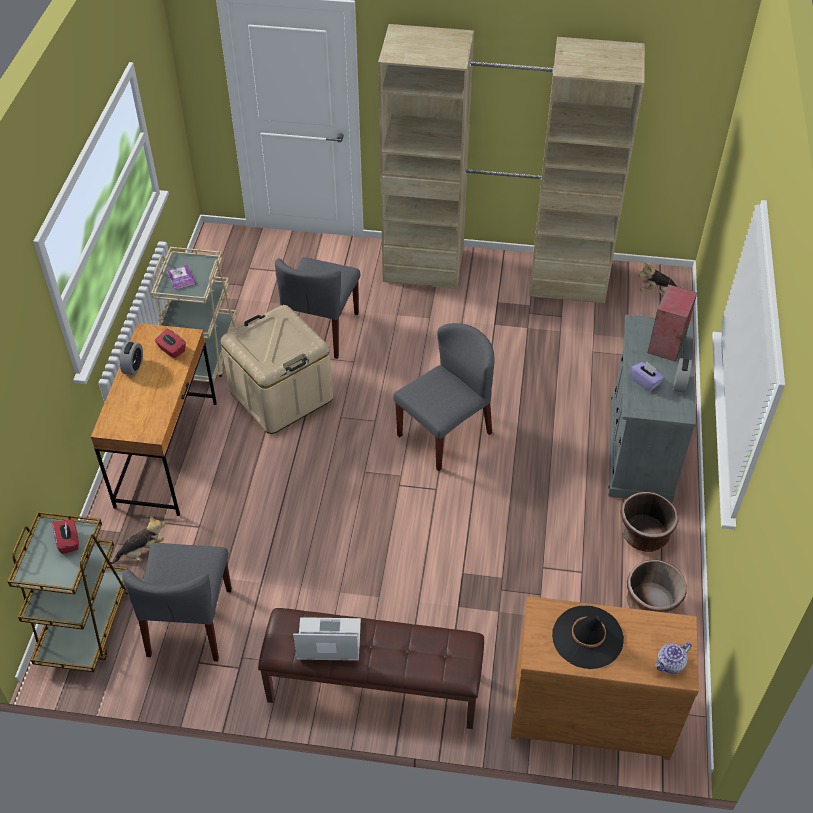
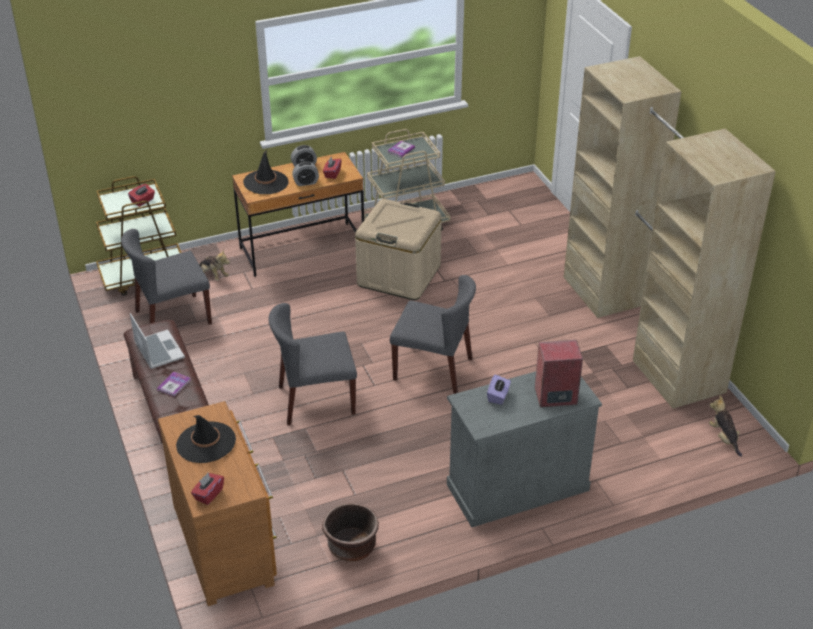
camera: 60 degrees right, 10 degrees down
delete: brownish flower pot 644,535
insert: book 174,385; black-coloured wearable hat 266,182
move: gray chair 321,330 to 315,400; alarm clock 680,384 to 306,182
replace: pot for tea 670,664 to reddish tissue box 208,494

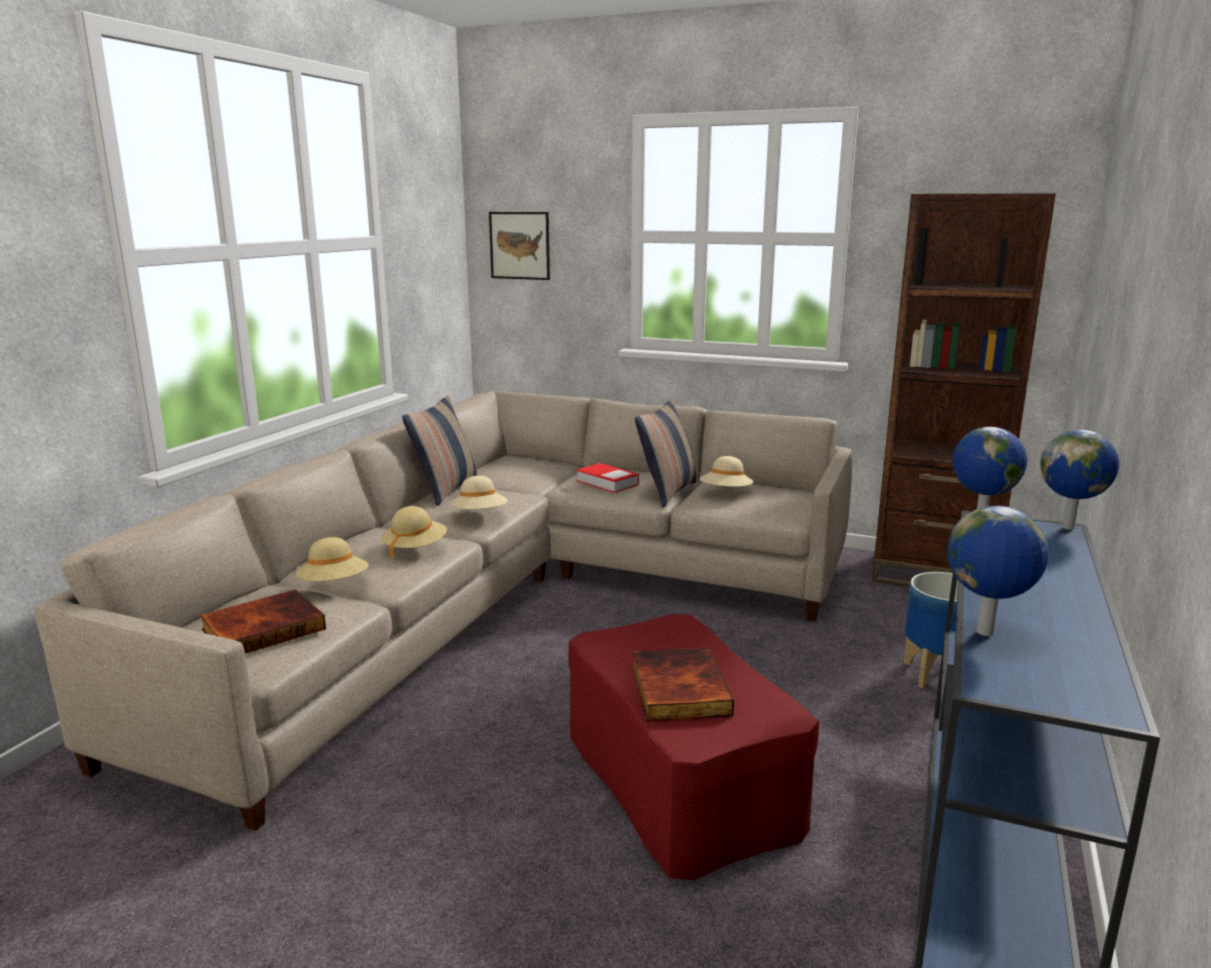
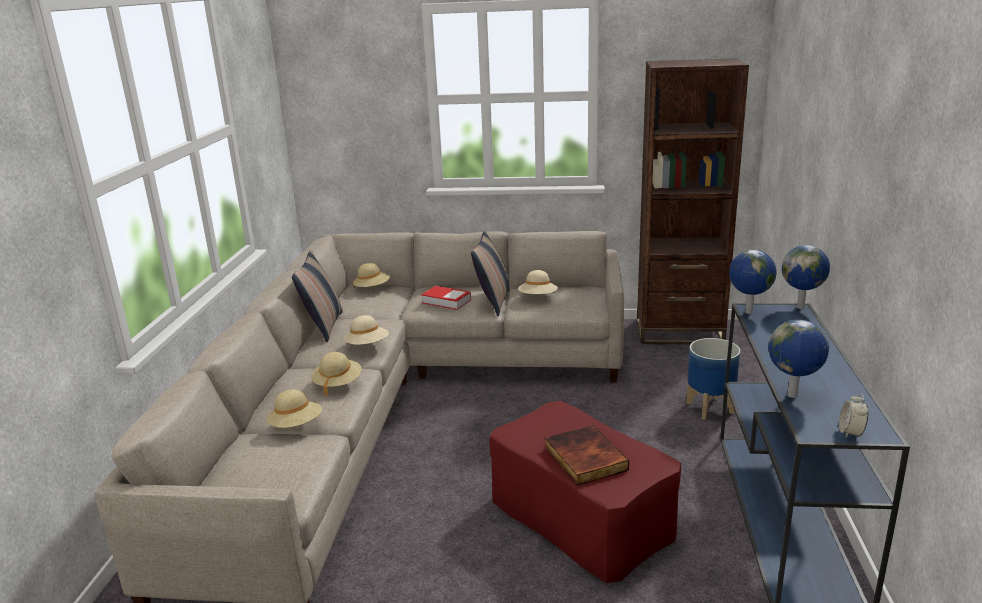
camera: 15 degrees left, 5 degrees up
delete: book 264,628; wall picture 520,245
insert: beige-coloured wearable hat 372,288; alarm clock 850,433

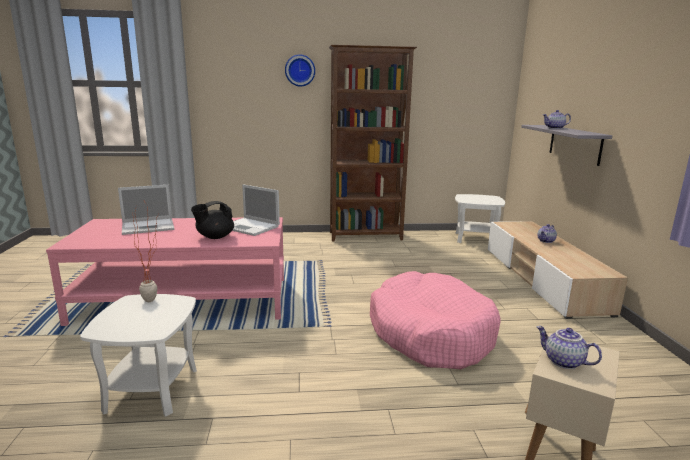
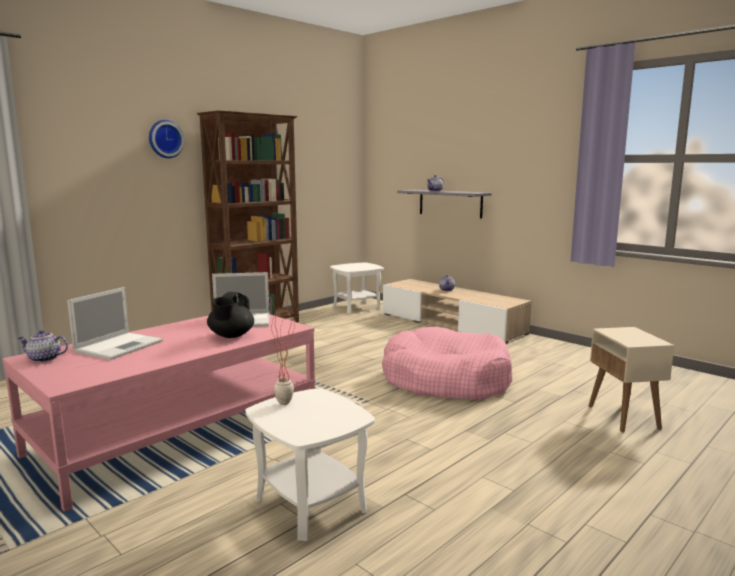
camera: 40 degrees left, 5 degrees down
move: pot for tea 563,362 to 43,359

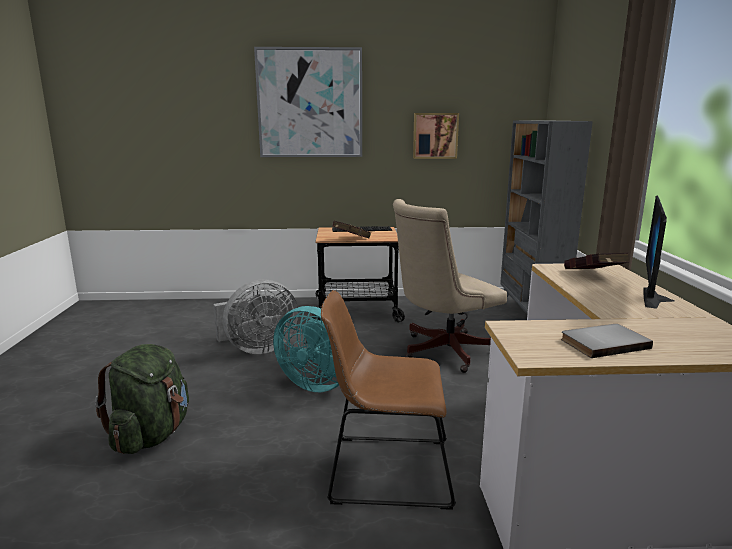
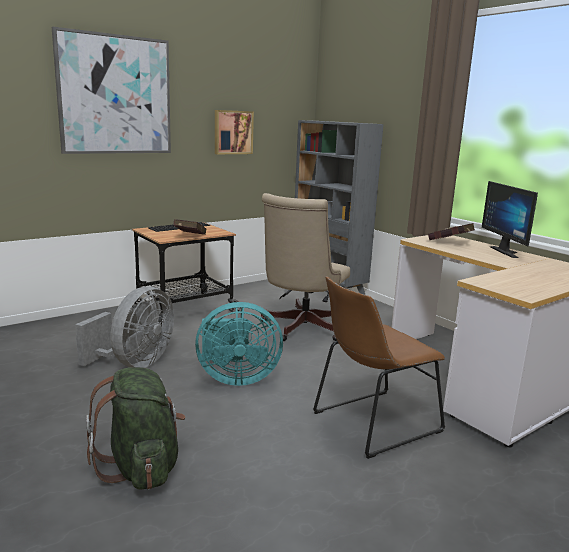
camera: 35 degrees left, 0 degrees up
delete: gray book 602,343

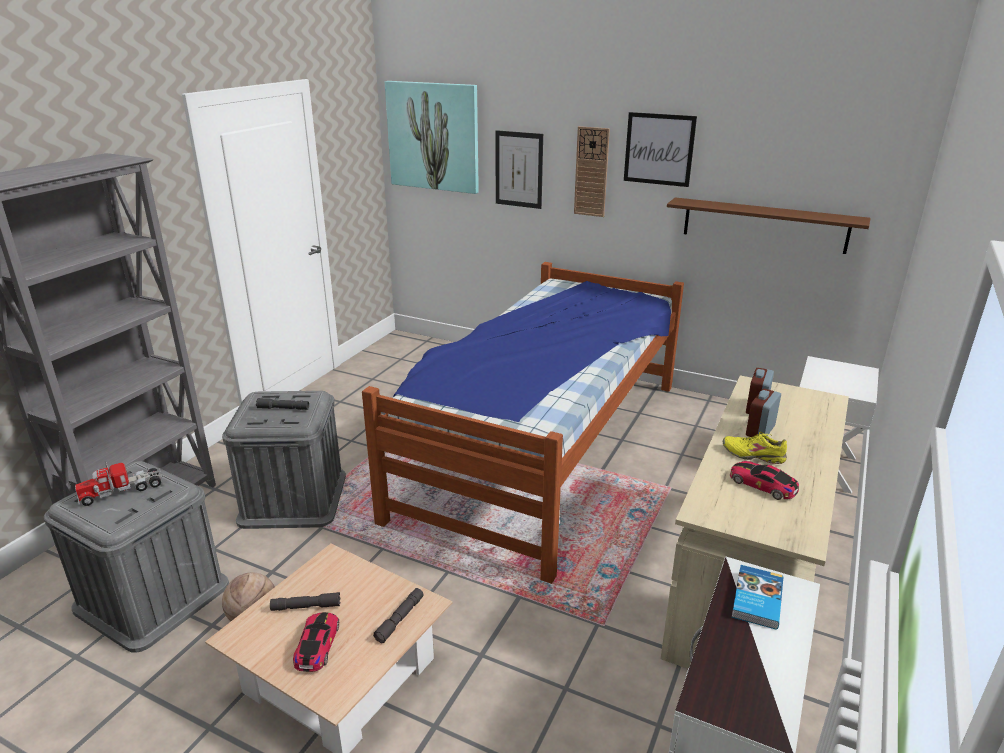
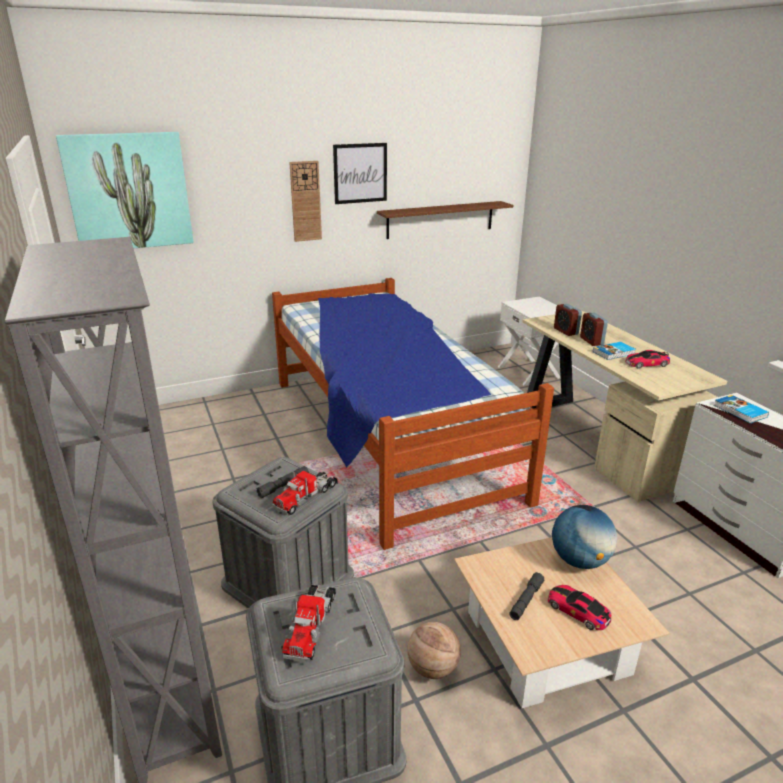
camera: 50 degrees left, 0 degrees up
delete: wall picture 519,169
insert: model truck 306,496
replace: gray flashlight 400,619 to desk globe 579,560; yellow item of footwear 753,455 to book 614,353

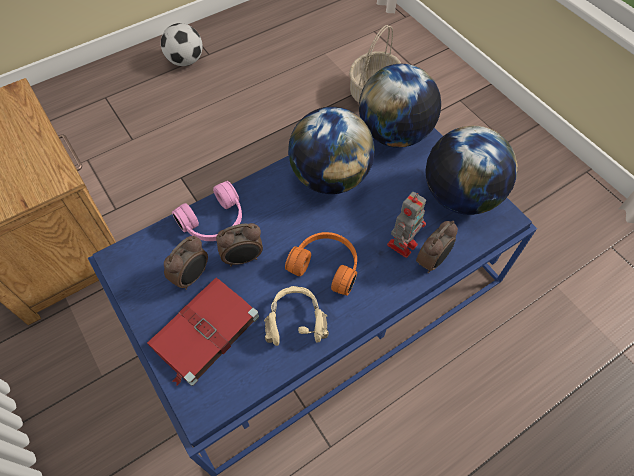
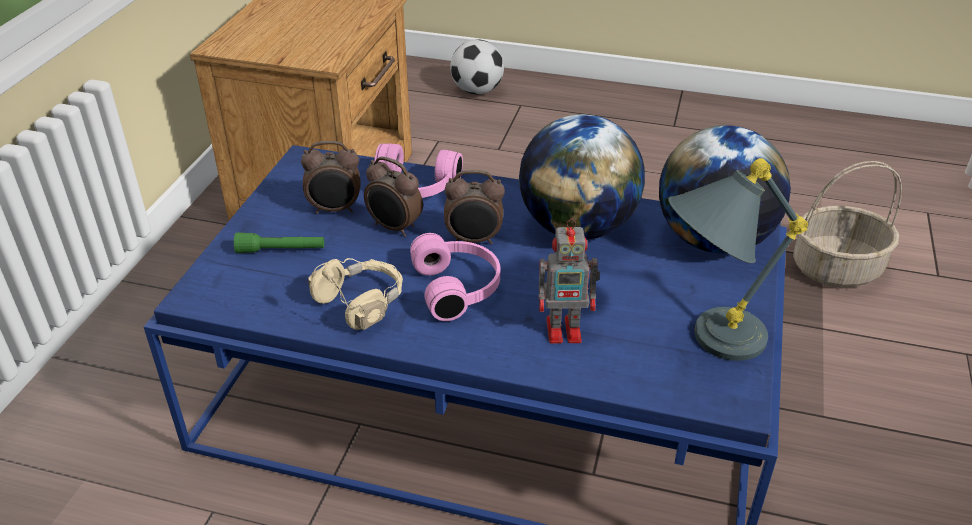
camera: 50 degrees right, 20 degrees down
move: football ball 185,61 to 477,91; alarm clock 432,261 to 474,240
replace: reddish book 203,332 to green flashlight 281,250; desk globe 459,196 to gray lamp for a table 705,341
recolor: orange headset 326,265 to pink-coloured headset 459,287

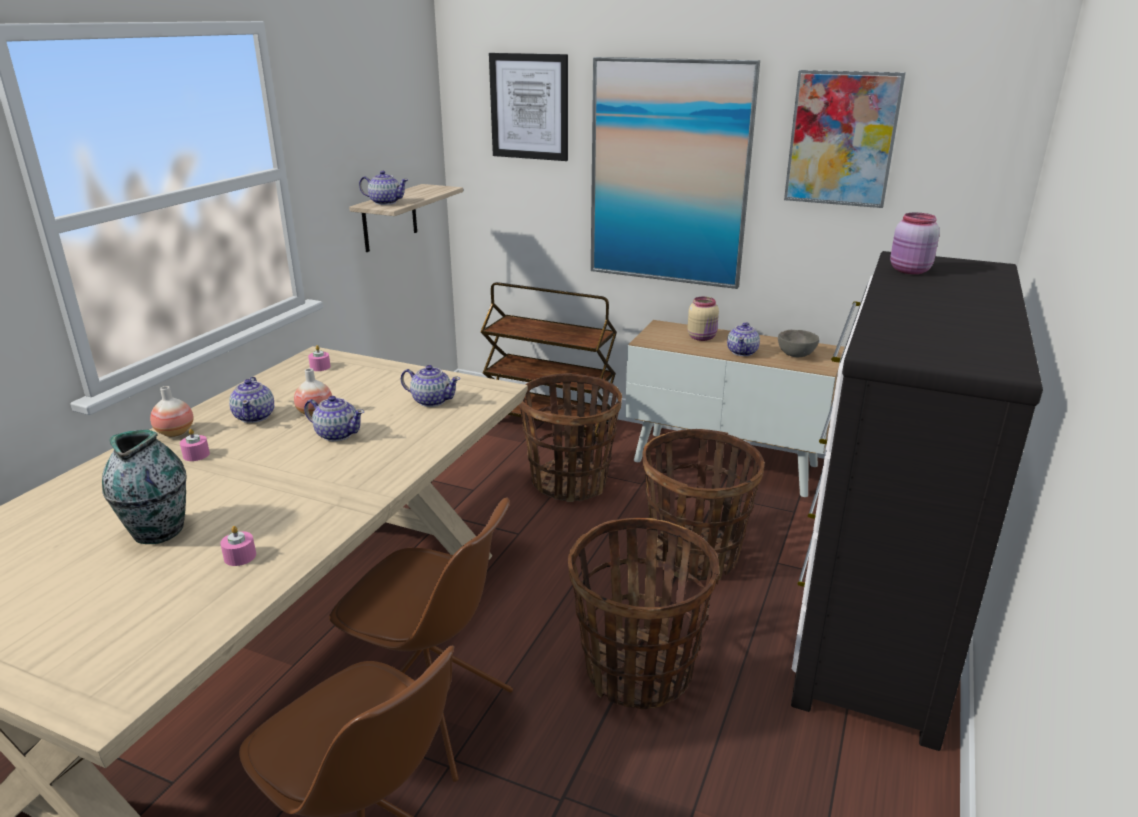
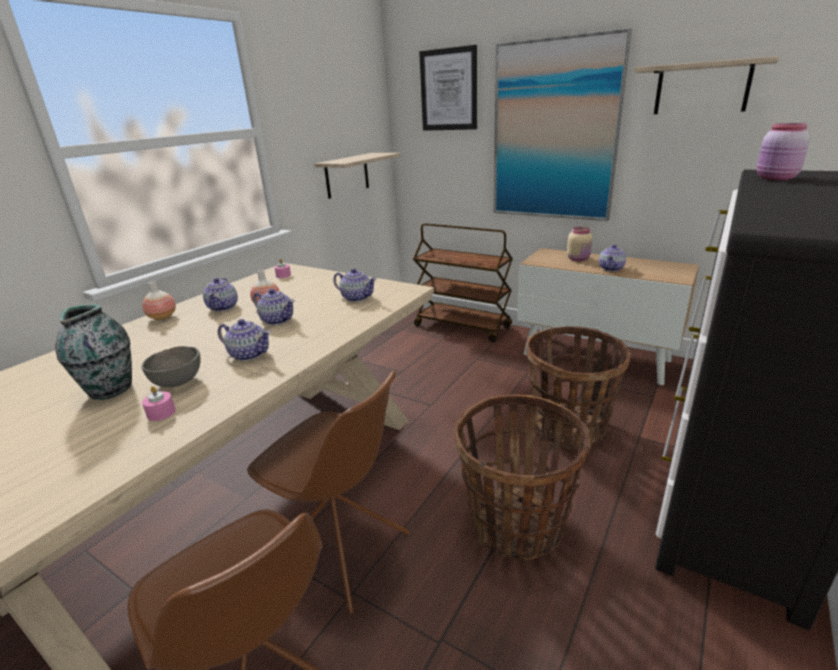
camera: 10 degrees right, 0 degrees up
delete: pink-coloured wax candle 196,455; household basket 570,483
move: pot for tea 385,202 to 249,354; gray deep dish 796,355 to 179,382
replace: wall picture 842,139 to shelf 702,88

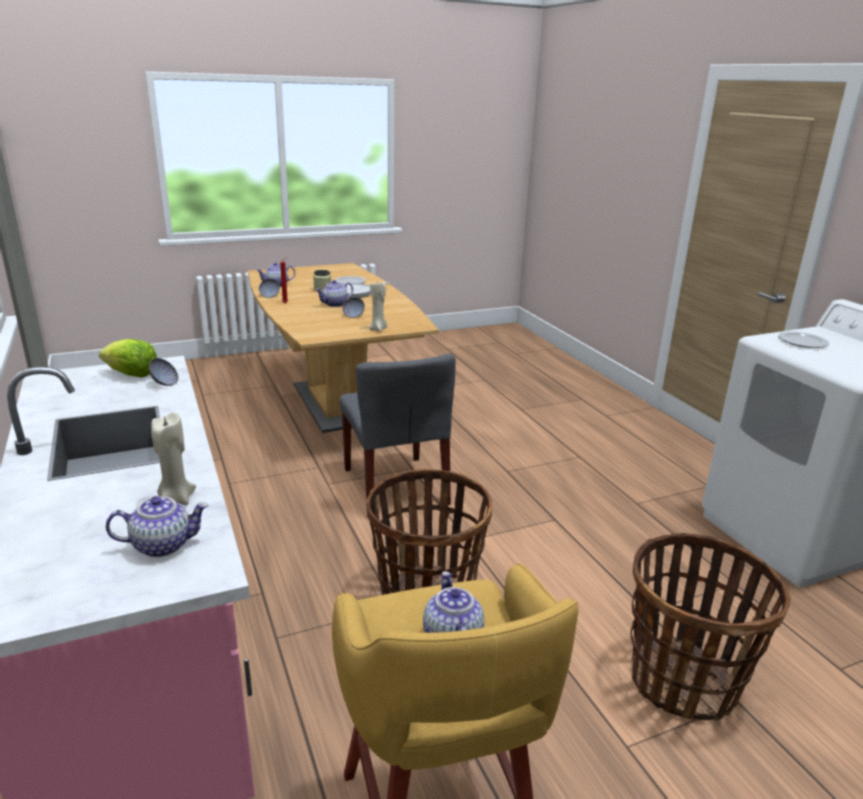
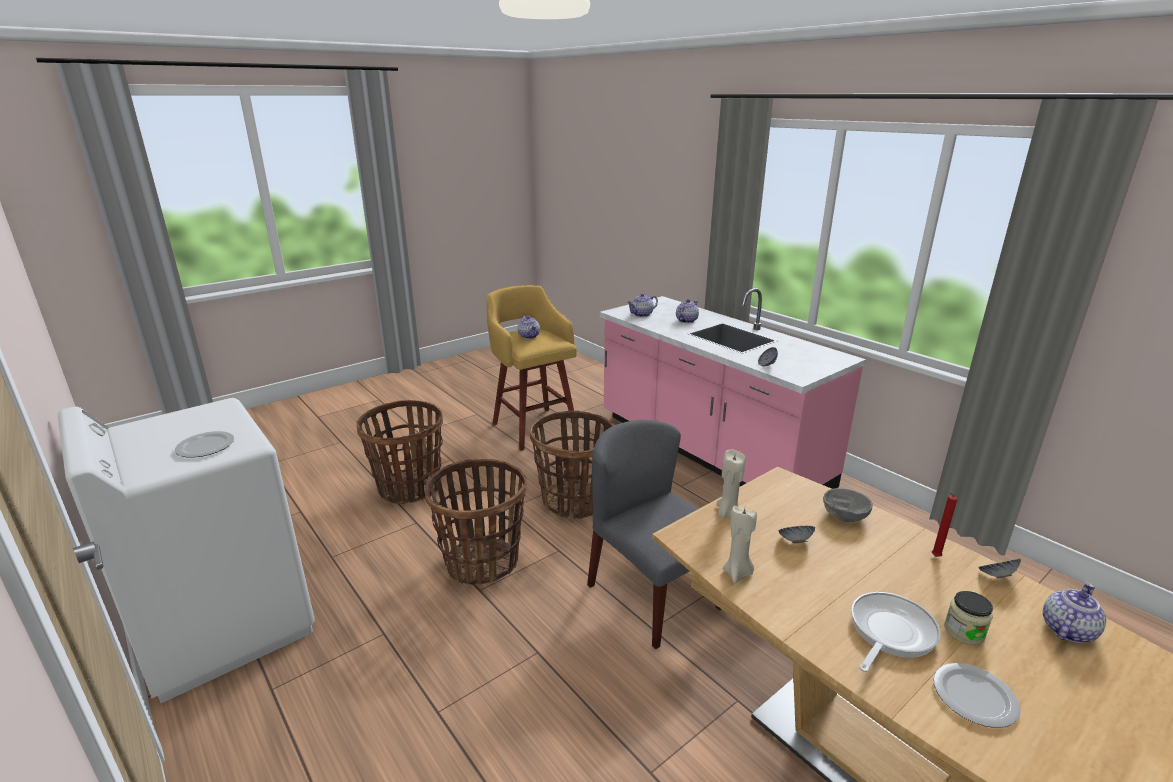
camera: 165 degrees right, 0 degrees up
delete: lettuce head 131,374
insert: household basket 482,562; gray deep dish 844,516
move: beige-coloured wax candle 176,500 to 737,573; pot for tea 335,304 to 686,320

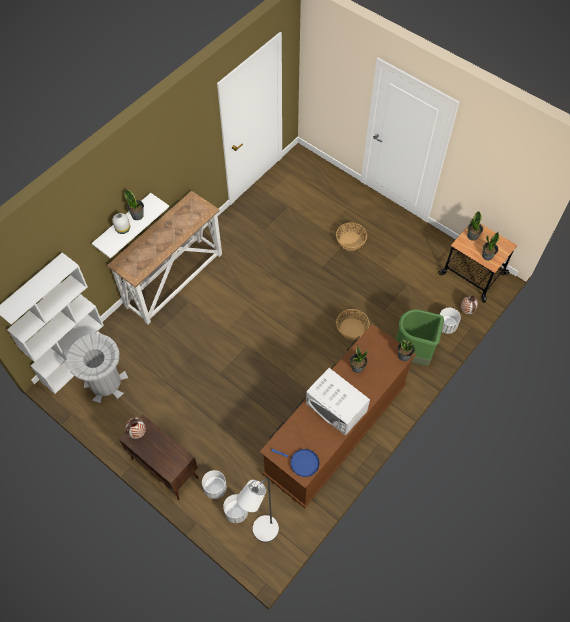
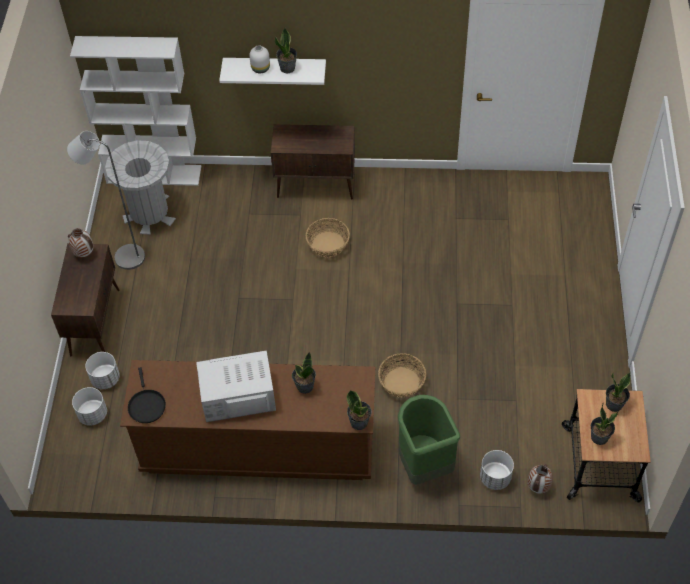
camera: 55 degrees right, 5 degrees down
move: gray standard lamp 261,532 to 123,256; household basket 350,241 to 328,244
replace: narrow table 174,279 to brownish storage cabinet 316,186
recolor: bluish frying pan 302,463 to black-coloured frying pan 146,405
rotate: whitish microwave 336,407 = 238,396 75 degrees clockwise

